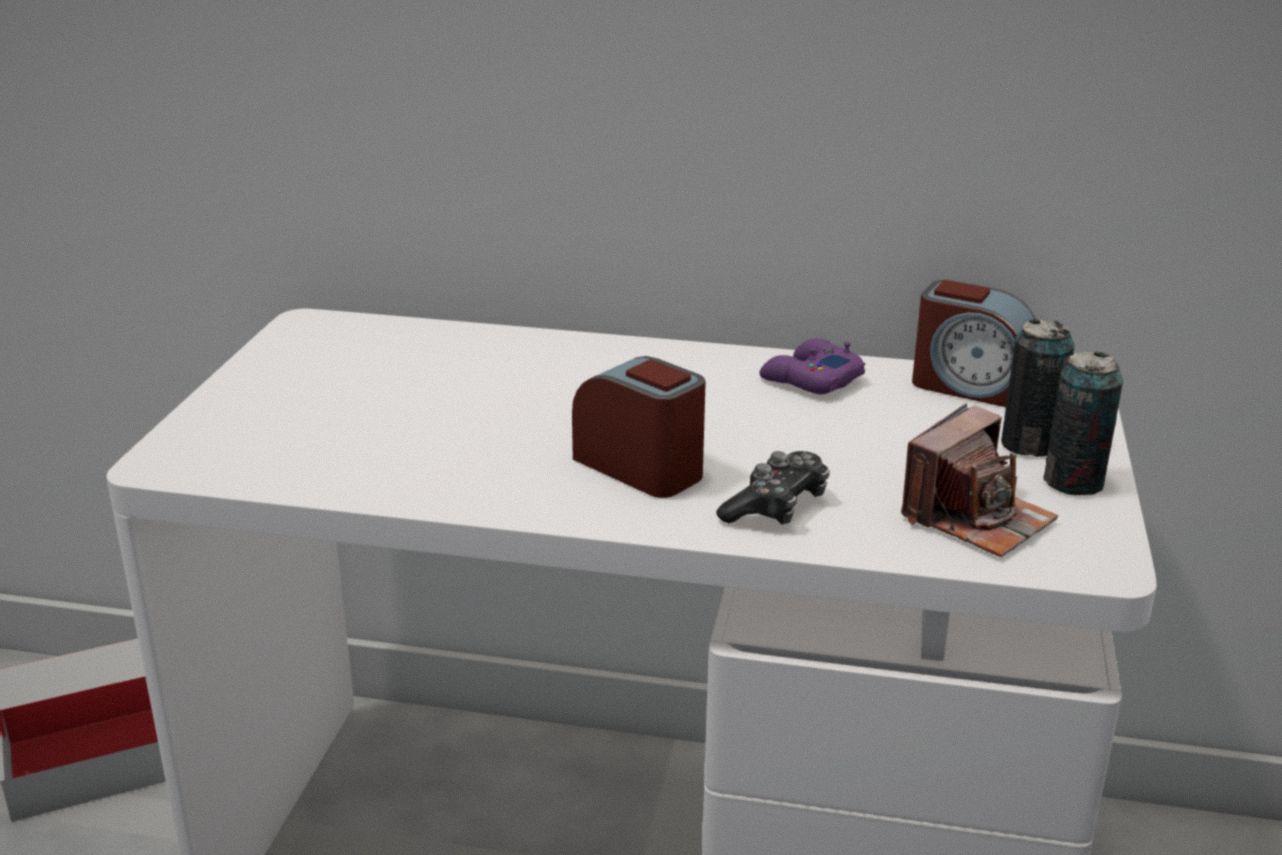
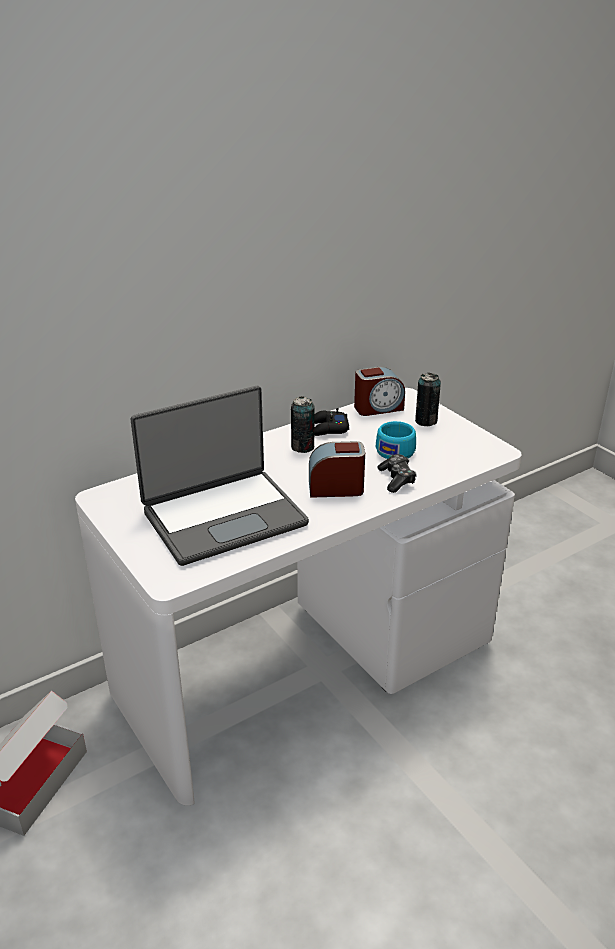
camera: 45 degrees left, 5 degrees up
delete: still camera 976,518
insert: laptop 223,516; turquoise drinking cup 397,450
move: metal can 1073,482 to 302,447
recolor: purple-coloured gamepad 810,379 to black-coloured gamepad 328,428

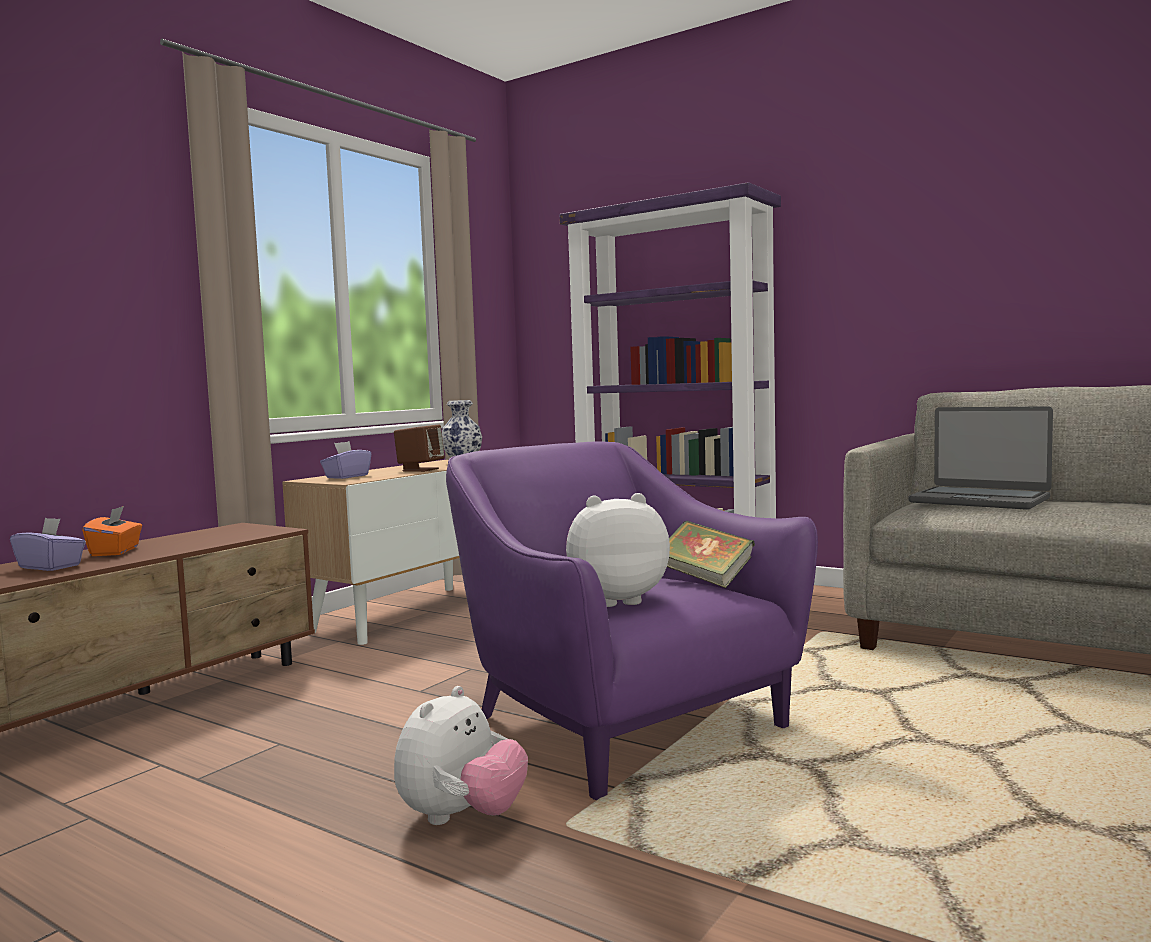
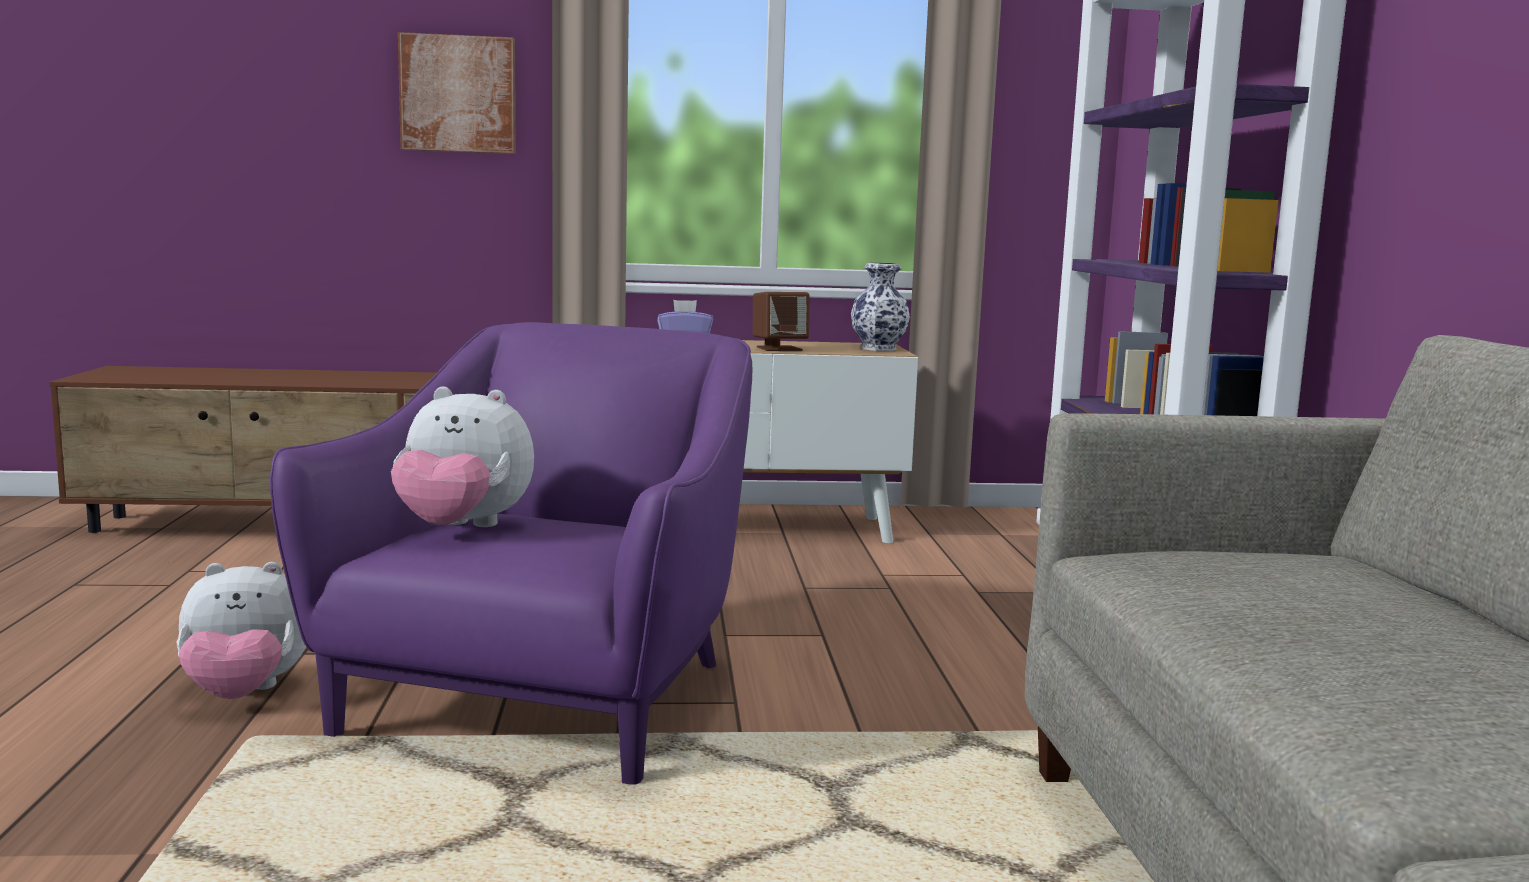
camera: 50 degrees right, 5 degrees up
delete: purple-coloured tissue box 51,566; orange tissue box 115,552; book 705,579; laptop 979,500
insert: wall picture 458,94
rotate: soft toy 616,600 = 462,528 150 degrees clockwise

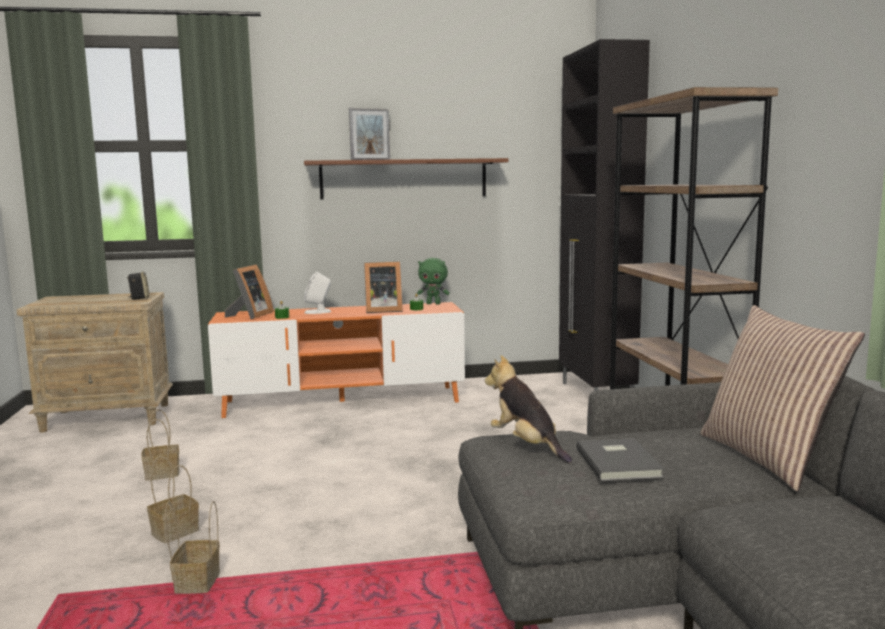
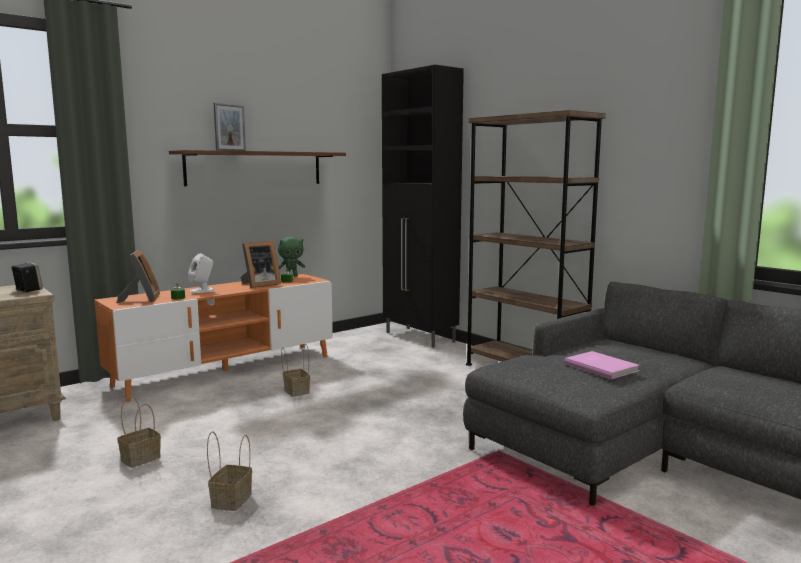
camera: 30 degrees left, 0 degrees up
delete: soft toy 526,445; pillow 768,458
move: household basket 197,582 to 295,391
recolor: gray book 620,462 to pink-coloured book 601,366

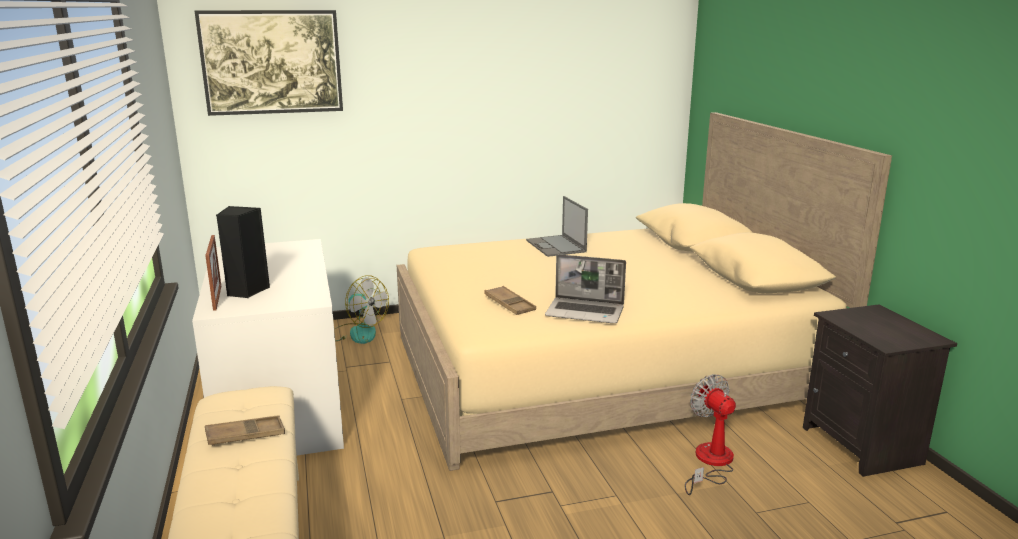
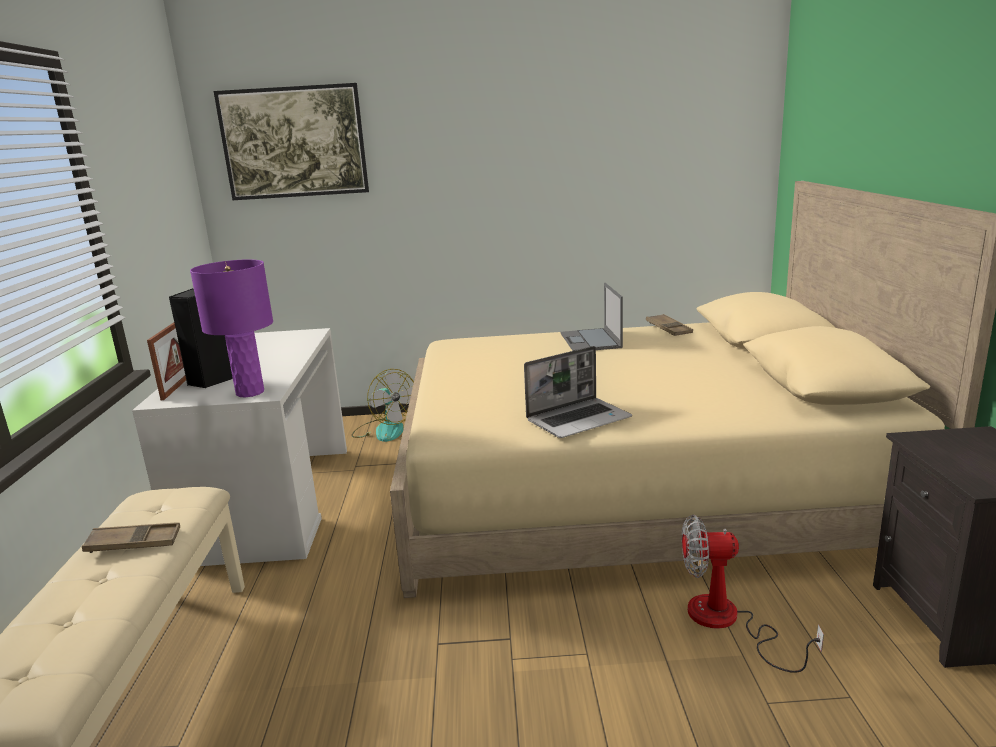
camera: 15 degrees right, 0 degrees up
insert: purple-coloured lamp for a table 249,392
move: brownish tray 509,304 to 668,329
rotate: laptop 586,312 = 579,419 60 degrees counterclockwise; cooling fan 710,463 = 727,622 75 degrees counterclockwise

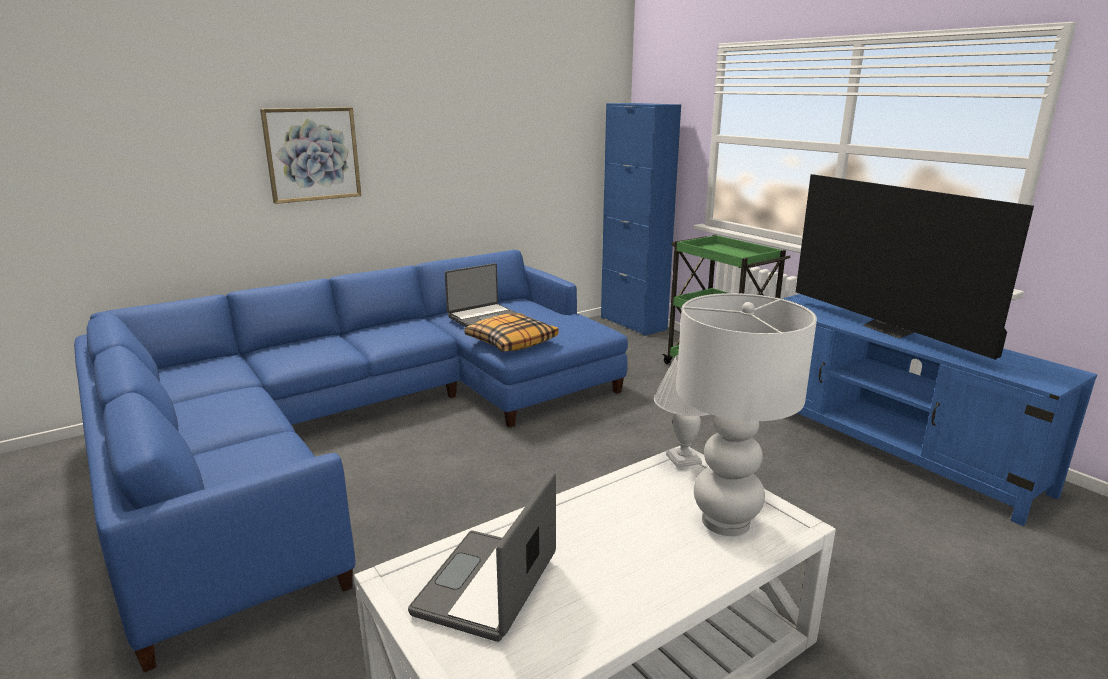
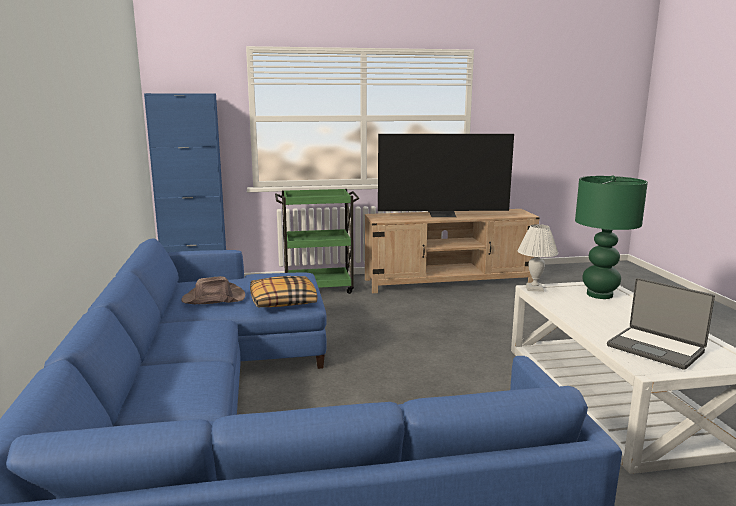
camera: 65 degrees left, 5 degrees down
delete: wall picture 312,154
replace: laptop 482,317 to brownish wearable hat 213,298
recolor: whitish lamp for a table 726,521 to green lamp for a table 599,294; bluish tv unit 885,445 to beige-coloured tv unit 449,282

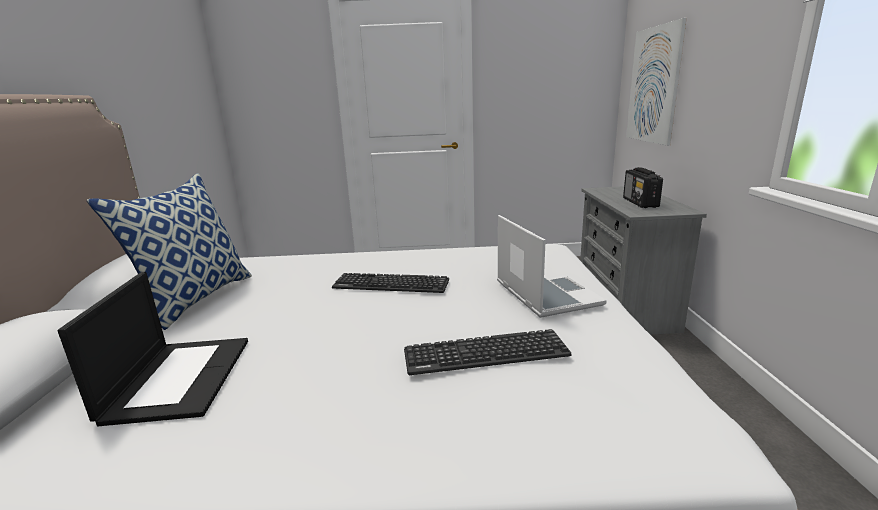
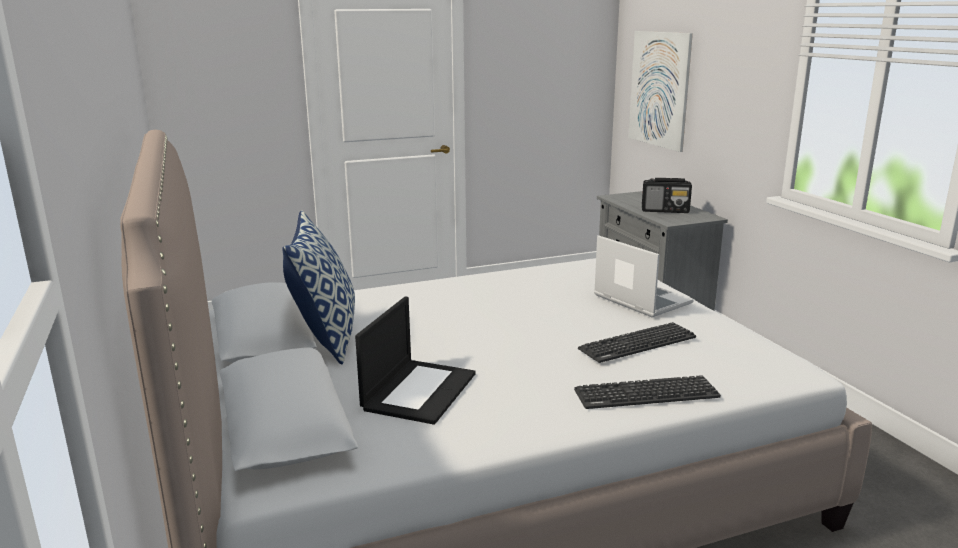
camera: 20 degrees left, 0 degrees up
move: PC keyboard 391,284 to 646,394
rotate: laptop 179,377 = 419,390 45 degrees clockwise; radio 640,203 = 665,211 60 degrees counterclockwise

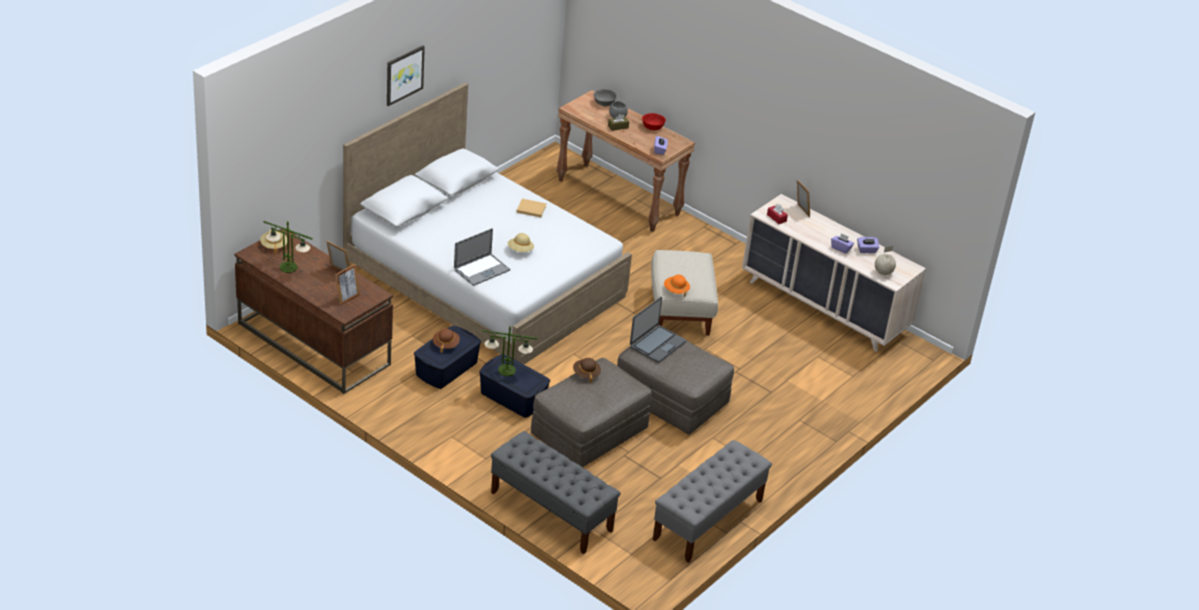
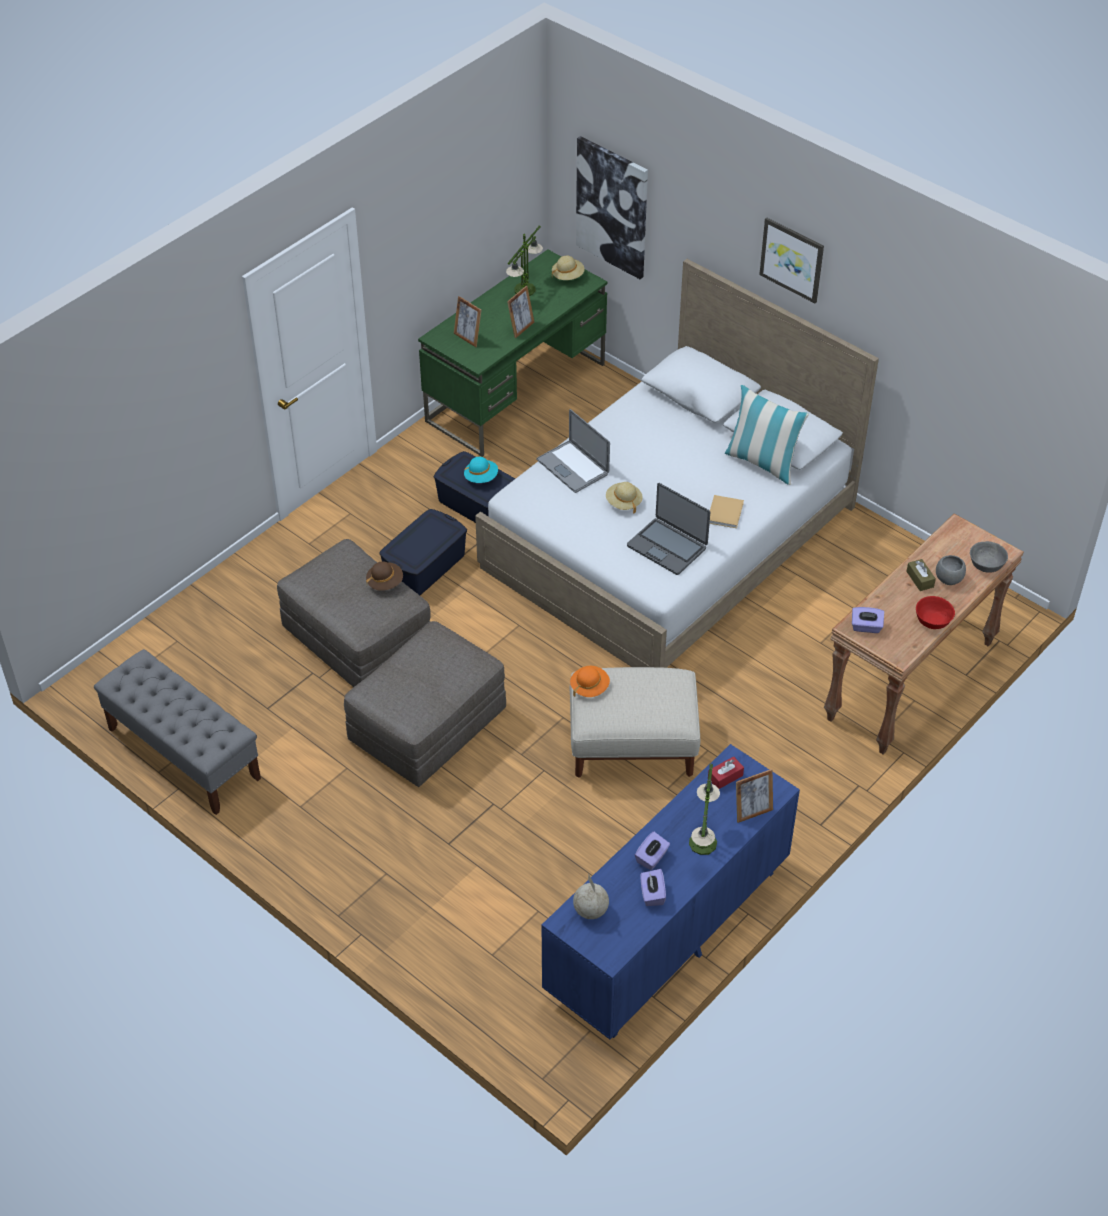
camera: 95 degrees right, 10 degrees up
delete: gray bench 551,511
insert: wall picture 612,207; pillow 762,463
move: lamp for a table 507,370 to 702,844; laptop 657,344 to 667,546
recolor: brownish desk unit 313,344 to green desk unit 516,392; brownish wearable hat 445,344 to turquoise wearable hat 481,477; beige-coloured drawer chest 824,307 to bluish drawer chest 667,933

